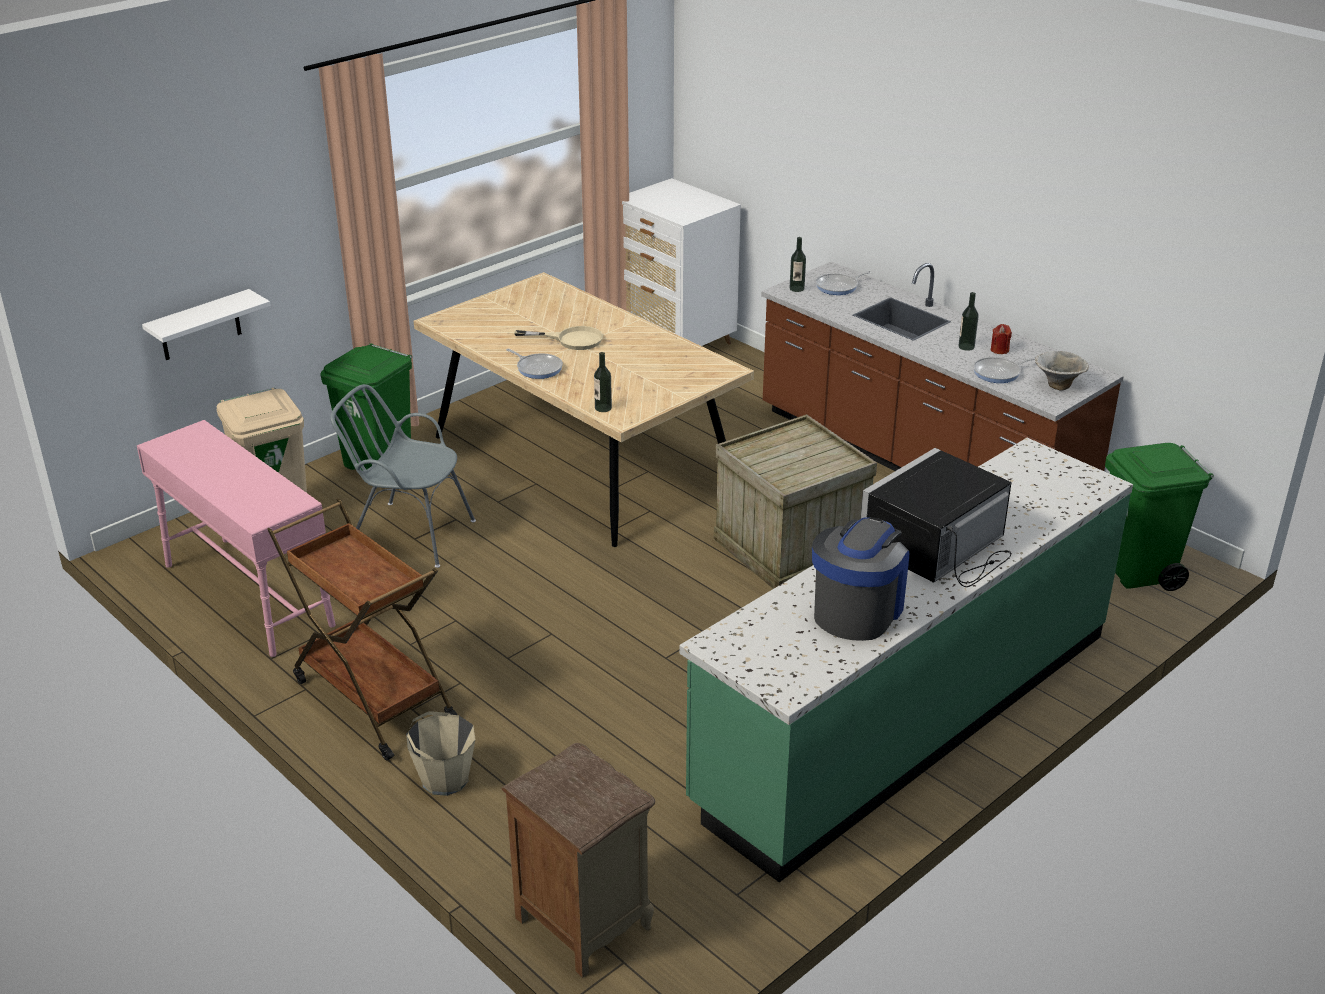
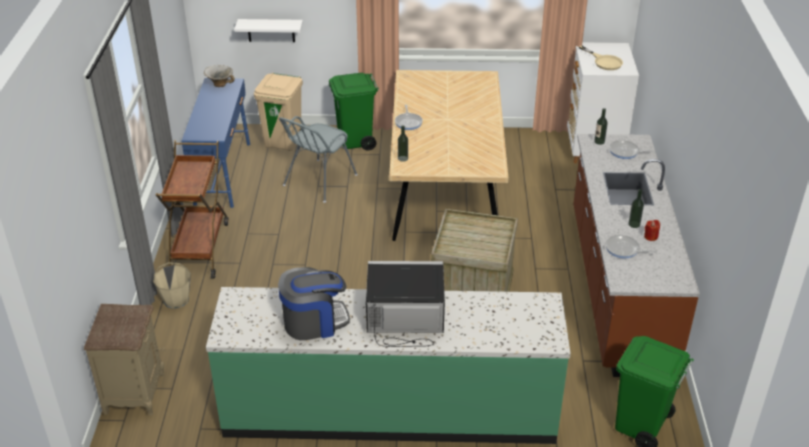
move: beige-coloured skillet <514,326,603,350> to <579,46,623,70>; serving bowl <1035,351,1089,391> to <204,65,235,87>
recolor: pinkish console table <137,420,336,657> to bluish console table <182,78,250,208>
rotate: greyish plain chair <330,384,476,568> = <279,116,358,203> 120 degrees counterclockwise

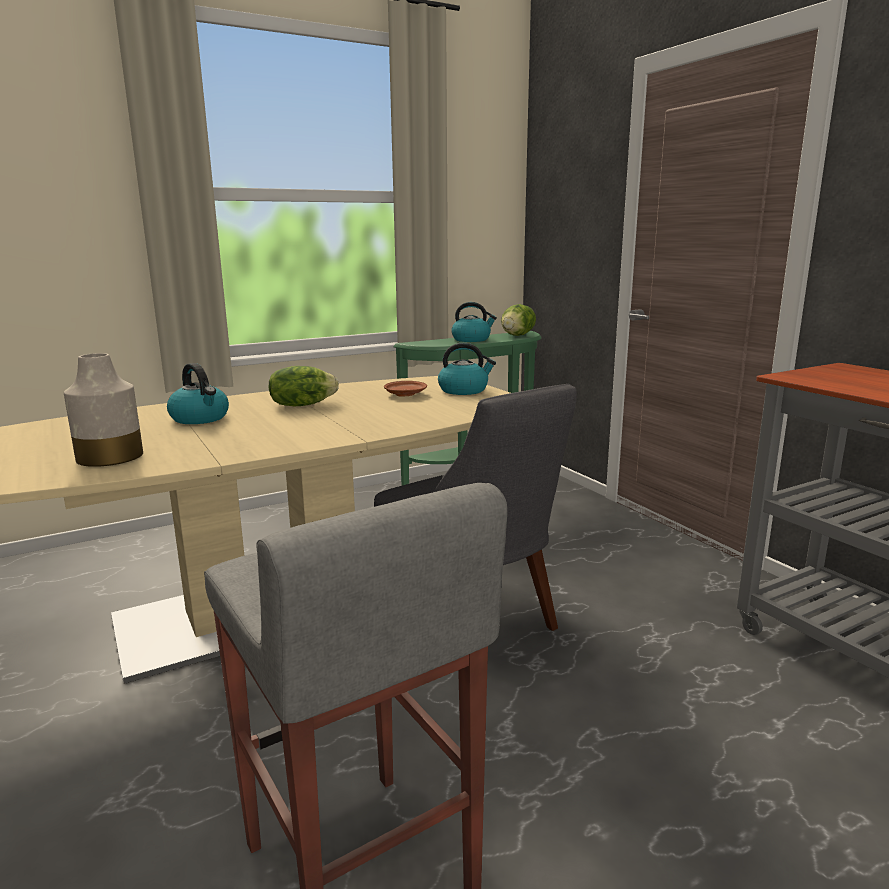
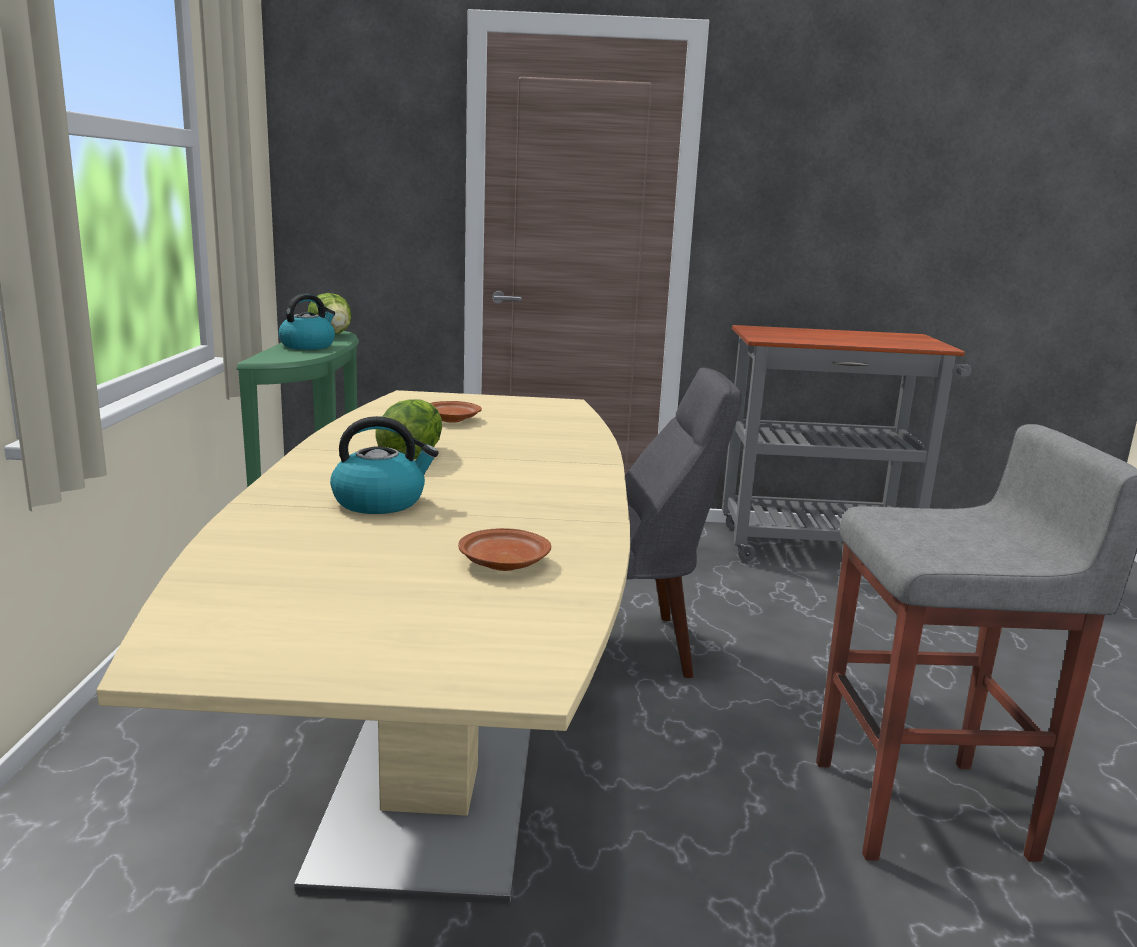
delete: water kettle <438,343,496,395>
replace: beige-coloured flower vase <64,353,143,467> to brown-coloured dinner plate <458,528,551,571>

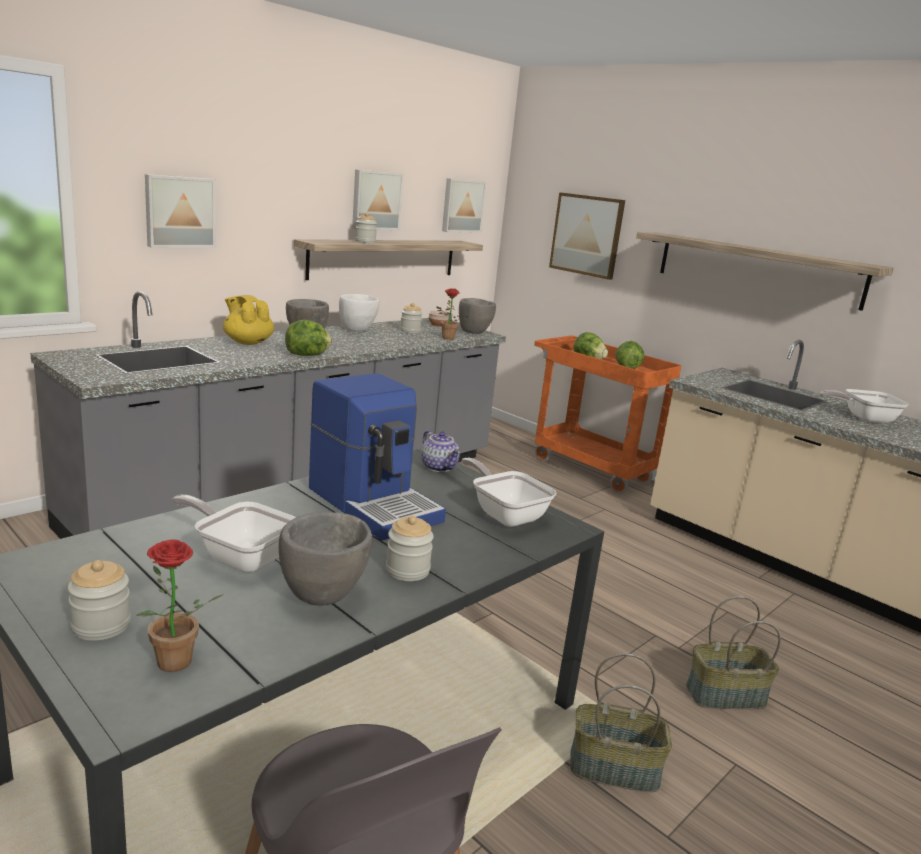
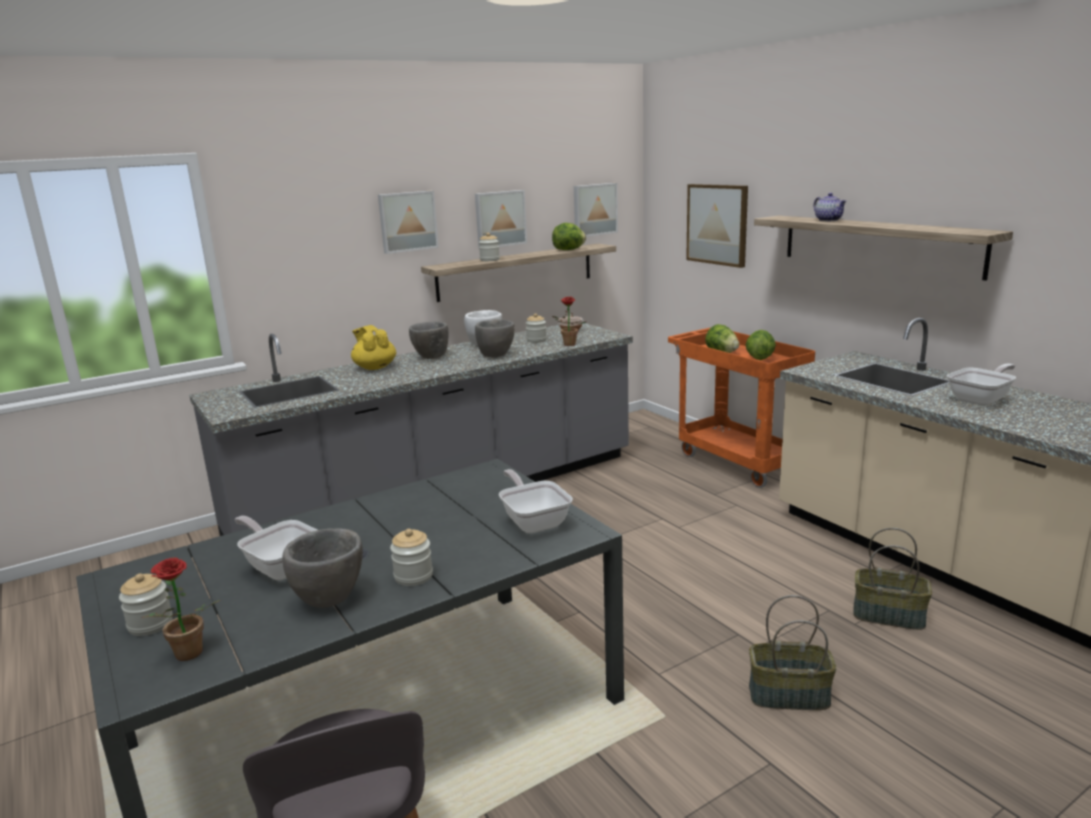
delete: coffee machine <309,373,446,541>
move: wall picture <145,174,216,248> to <378,191,439,254>; lettuce <285,320,332,356> to <552,223,586,250>; pot for tea <421,430,460,472> to <814,193,846,221>; greyish serving bowl <459,298,496,334> to <475,319,515,357>; household basket <570,653,672,792> to <853,528,932,630>
rotate: skillet <820,389,909,423> = <947,363,1016,406> 135 degrees clockwise

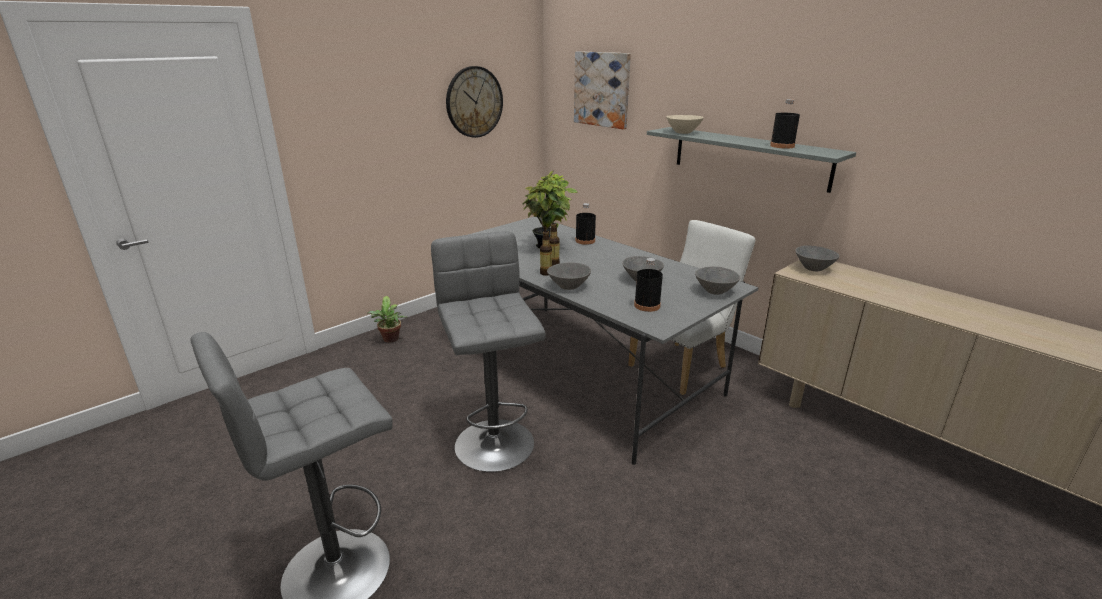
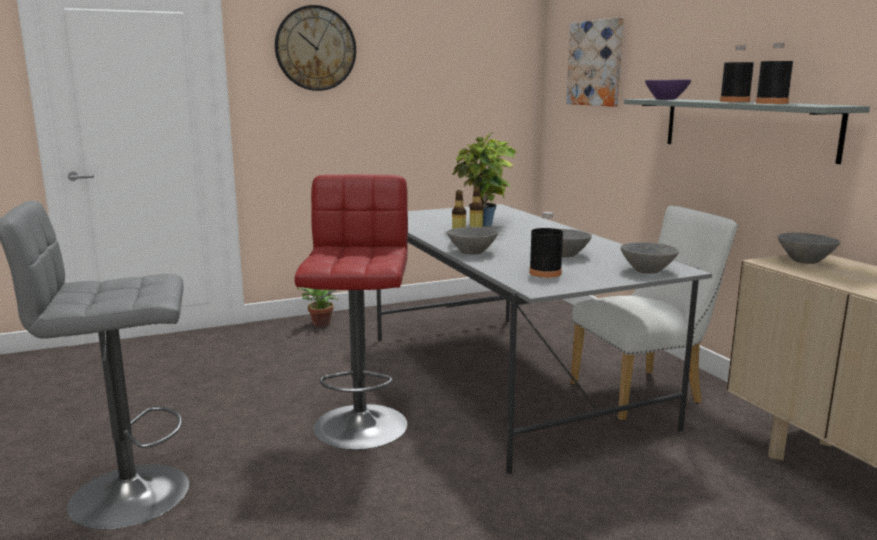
move: hanging clock <446,66,503,138> to <275,5,356,91>; black drink bottle <576,203,596,245> to <720,45,754,102>
recolor: greyish stool <431,231,546,472> to red-coloured stool <294,174,408,450>; beige-coloured serving bowl <666,115,703,134> to purplish serving bowl <645,80,691,100>

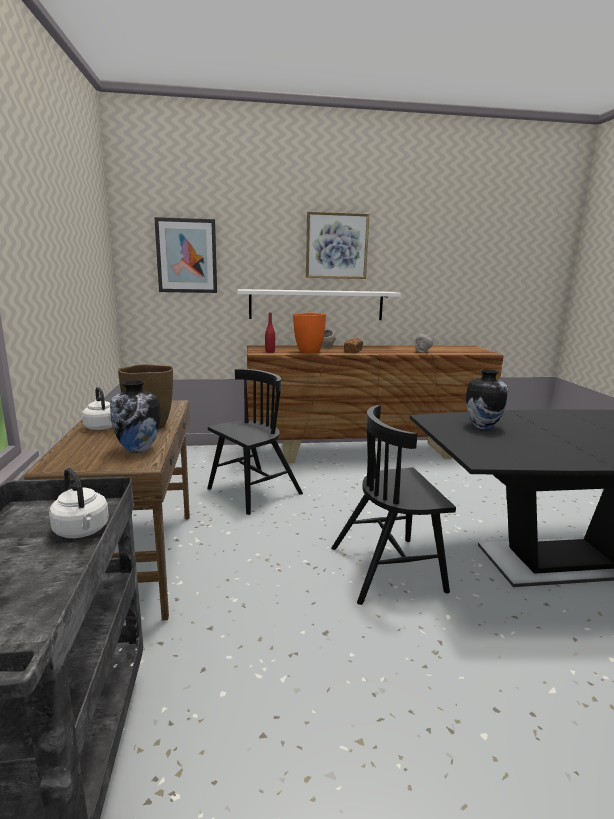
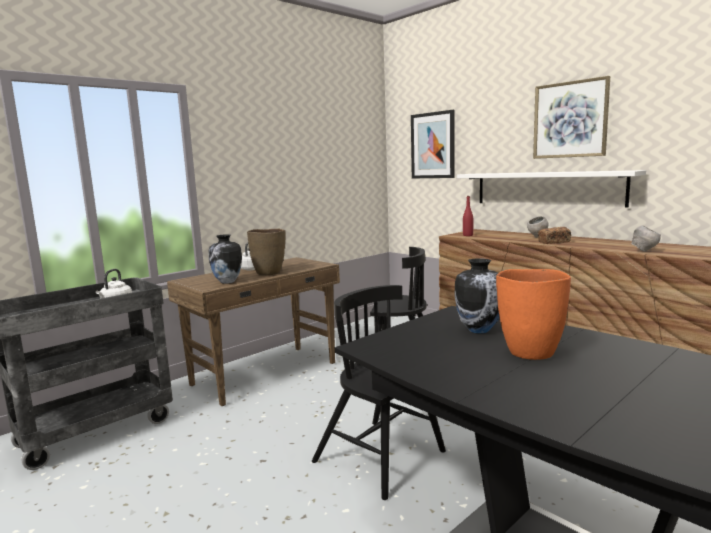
move: orange-coloured flower vase <293,313,326,353> to <496,269,571,360>

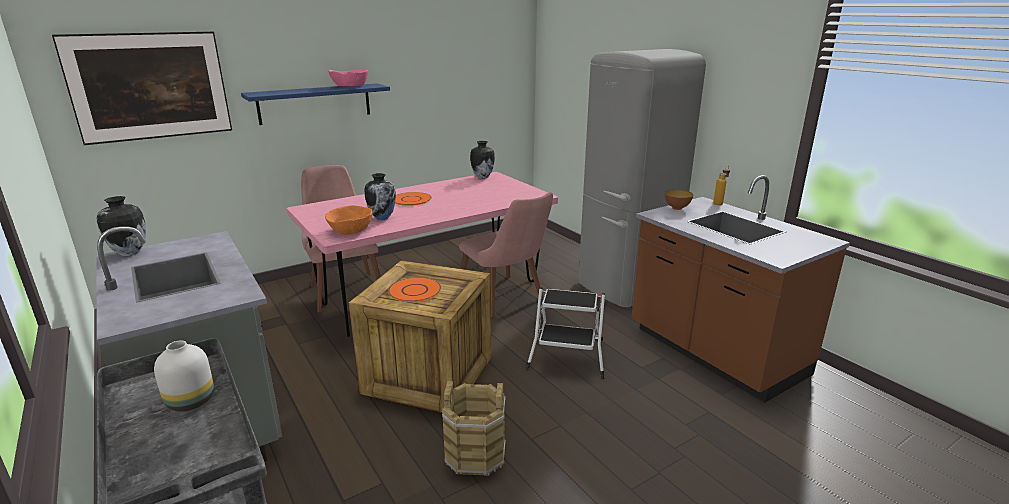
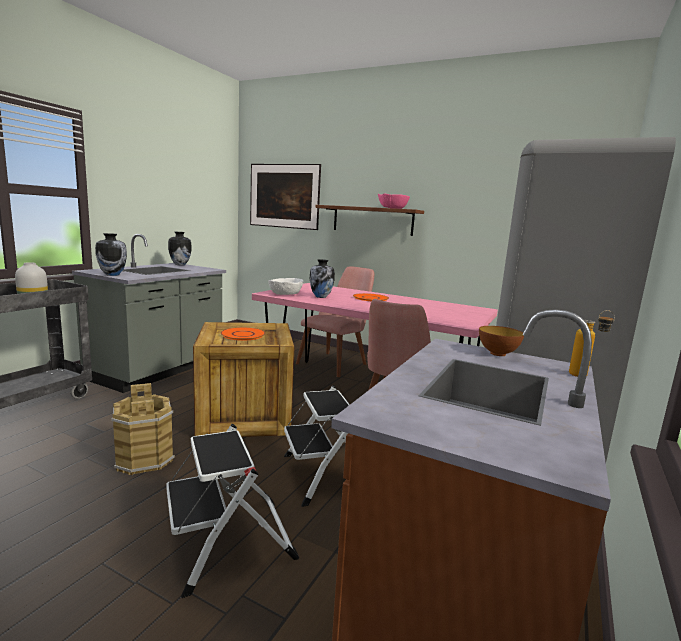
insert: step ladder <166,424,299,598>
move: flower vase <470,141,495,179> to <95,233,127,276>
recolor: bluish shelf <241,83,390,125> to brown-coloured shelf <315,205,424,236>; orange-coloured serving bowl <325,205,373,235> to whitish serving bowl <268,278,304,295>

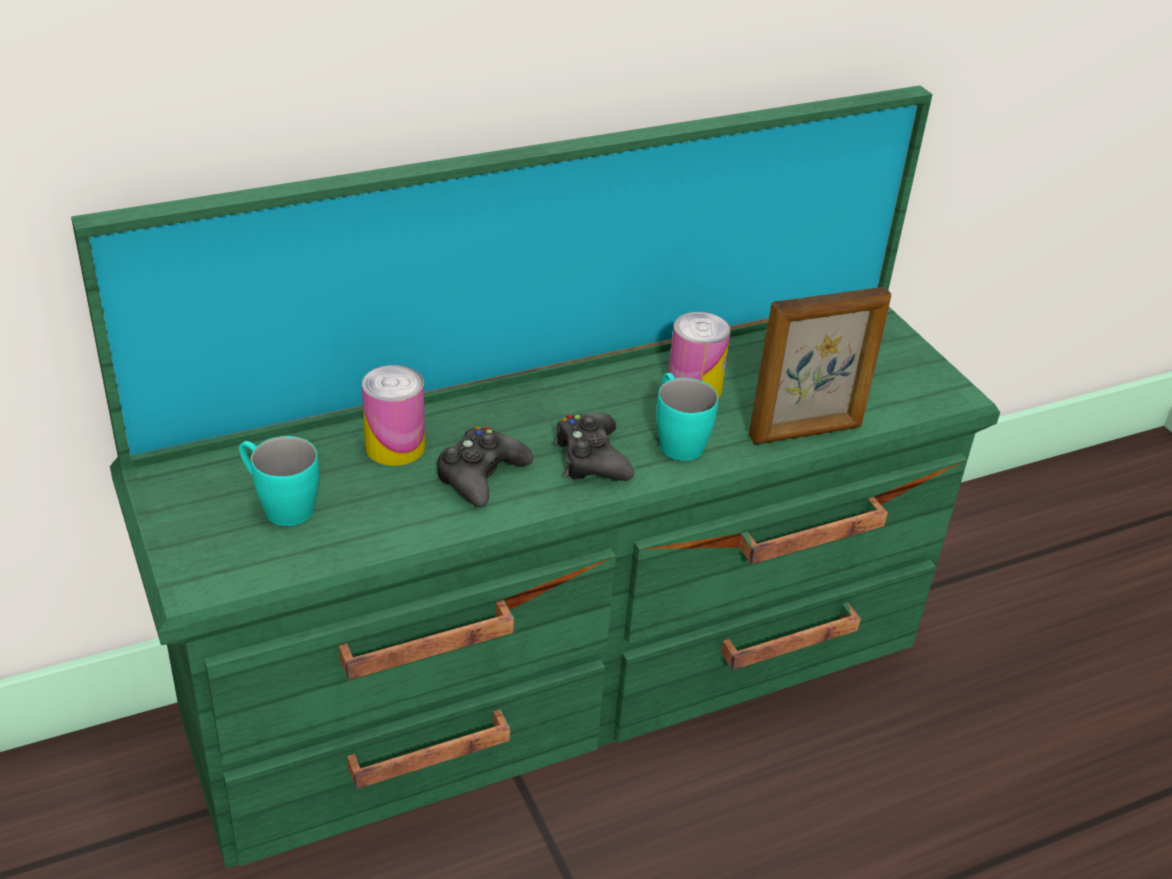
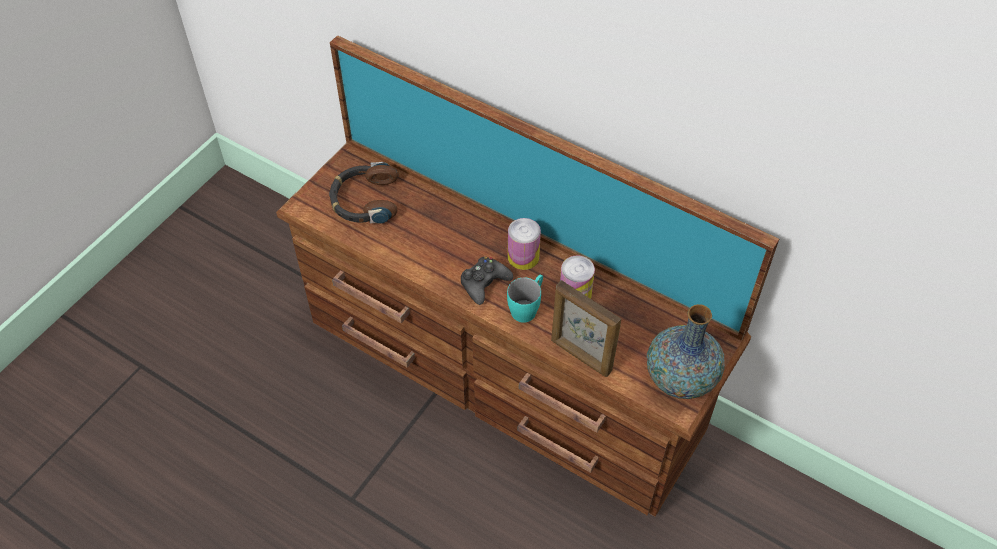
delete: black joypad <437,426,533,507>
insert: flower vase <647,304,725,399>
move: can <362,365,425,466> to <508,218,541,270>
replace: blue-green coffee mug <239,436,319,526> to headphones <329,162,398,223>
recolor: green-coloured chest of drawers <71,85,1000,869> to brown-coloured chest of drawers <276,35,779,517>

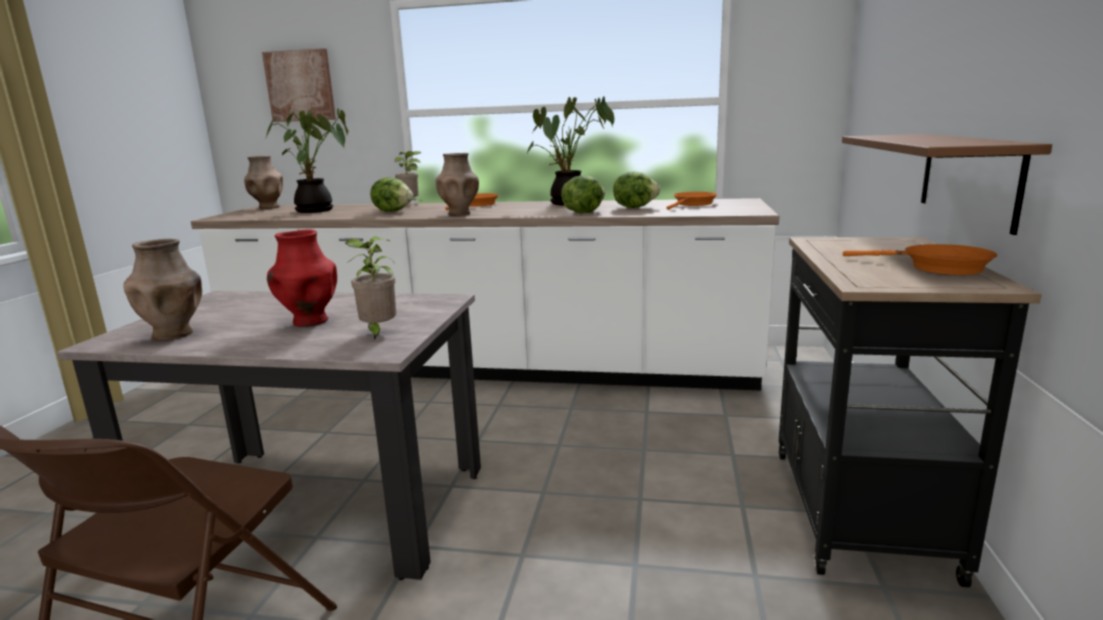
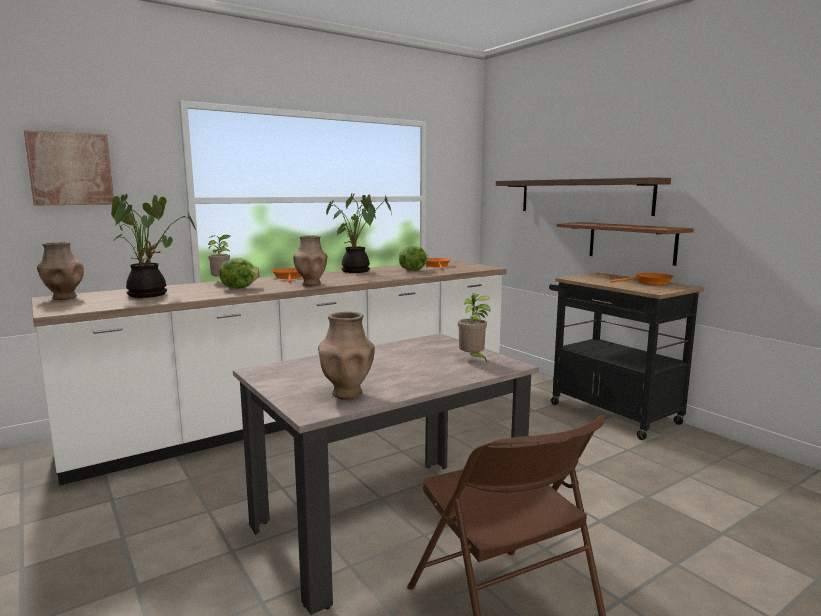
delete: red-coloured flower vase <267,229,337,327>; lettuce <561,175,605,213>
insert: shelf <496,177,671,216>

